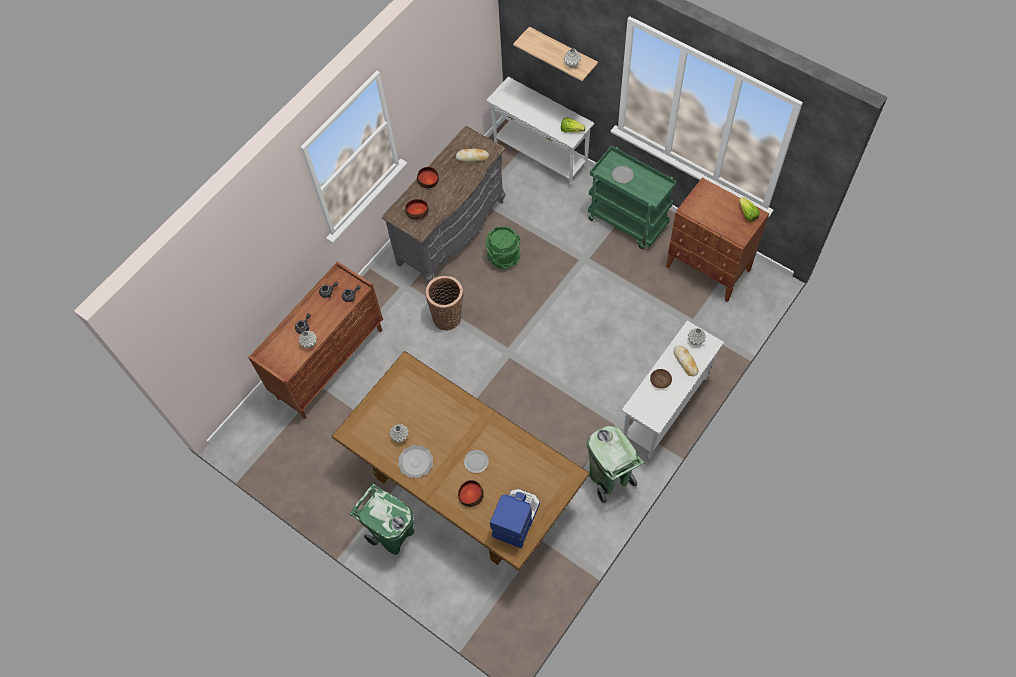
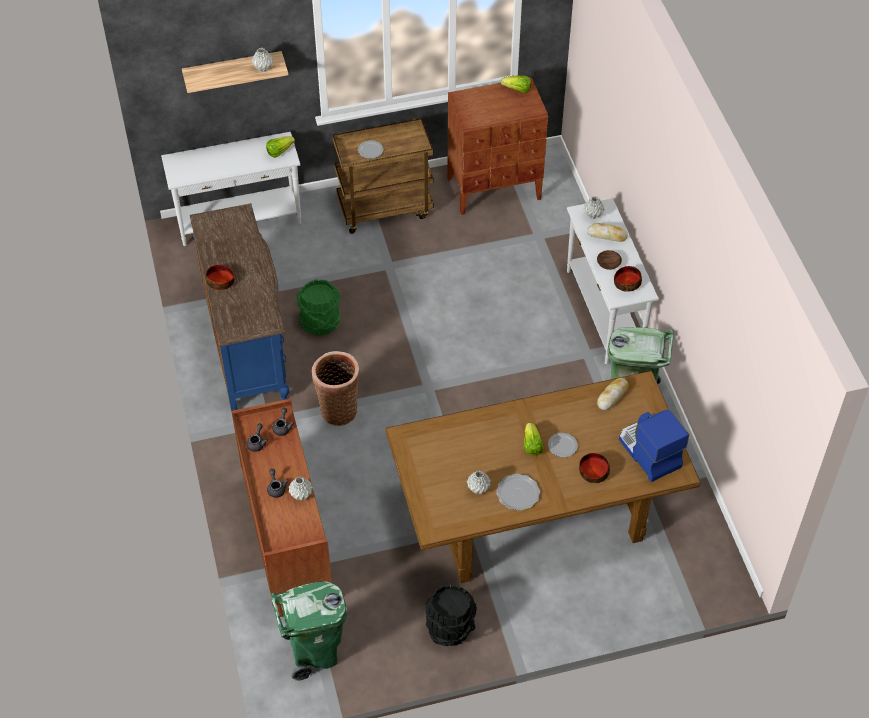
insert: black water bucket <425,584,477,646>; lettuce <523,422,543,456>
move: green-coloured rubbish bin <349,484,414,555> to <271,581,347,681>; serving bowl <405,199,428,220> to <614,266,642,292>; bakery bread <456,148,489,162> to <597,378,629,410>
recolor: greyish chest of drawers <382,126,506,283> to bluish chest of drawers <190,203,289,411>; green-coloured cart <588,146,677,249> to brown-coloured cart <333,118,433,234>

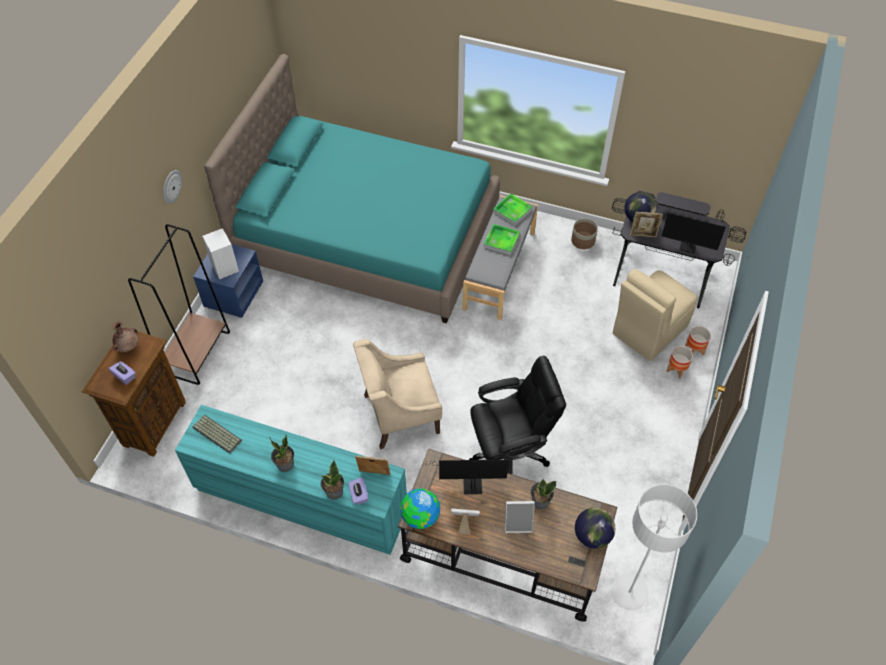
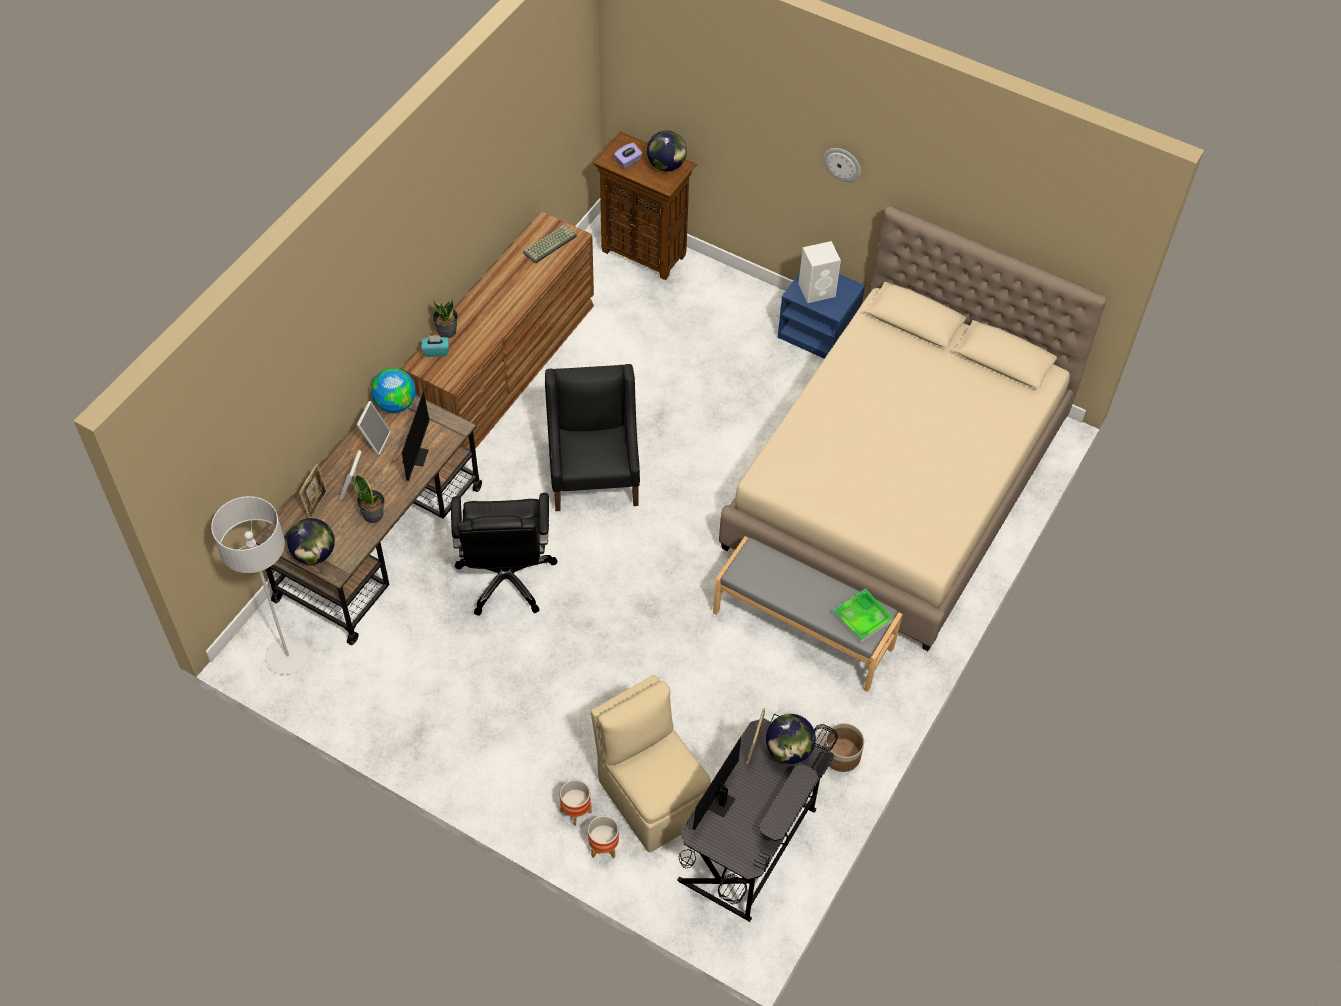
delete: garment rack <128,224,230,385>; houseplant <269,434,294,472>; serving tray <483,224,520,255>
move: picture frame <355,456,390,475> to <299,463,327,518>
replace: brown-coloured flower vase <112,321,139,352> to desk globe <647,130,687,171>
recolor: blue-green chest of drawers <175,405,407,555> to brown-coloured chest of drawers <402,212,594,449>; blue-green bed <204,54,500,324> to beige-coloured bed <719,206,1107,651>; purplish tissue holder <349,477,368,505> to blue-green tissue holder <421,335,449,357>; beige-coloured armchair <353,339,442,449> to black armchair <545,364,640,511>

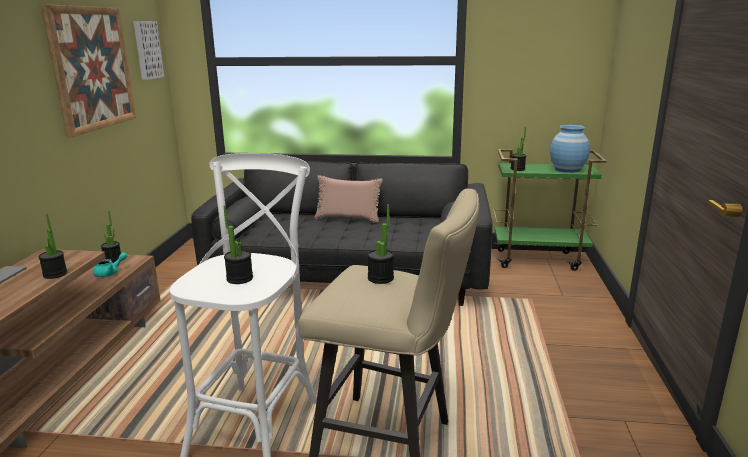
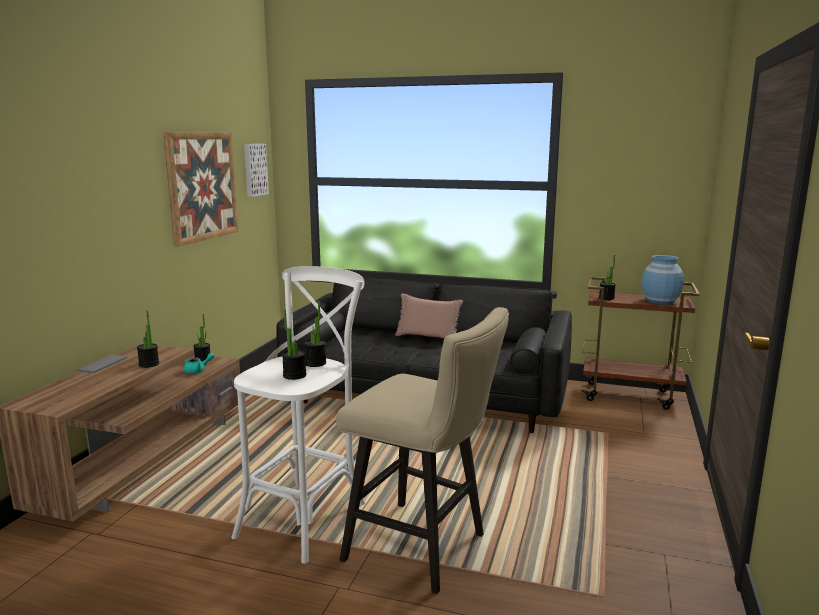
move: houseplant <367,204,394,284> to <303,301,326,367>
recolor: green-coloured cart <493,149,606,271> to brown-coloured cart <582,277,699,410>

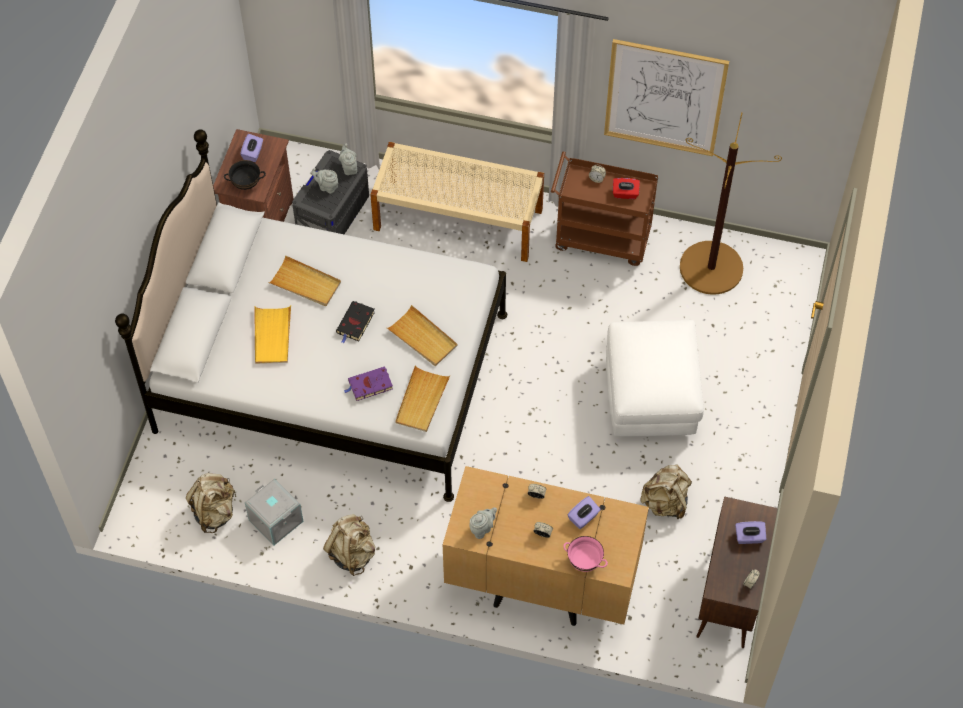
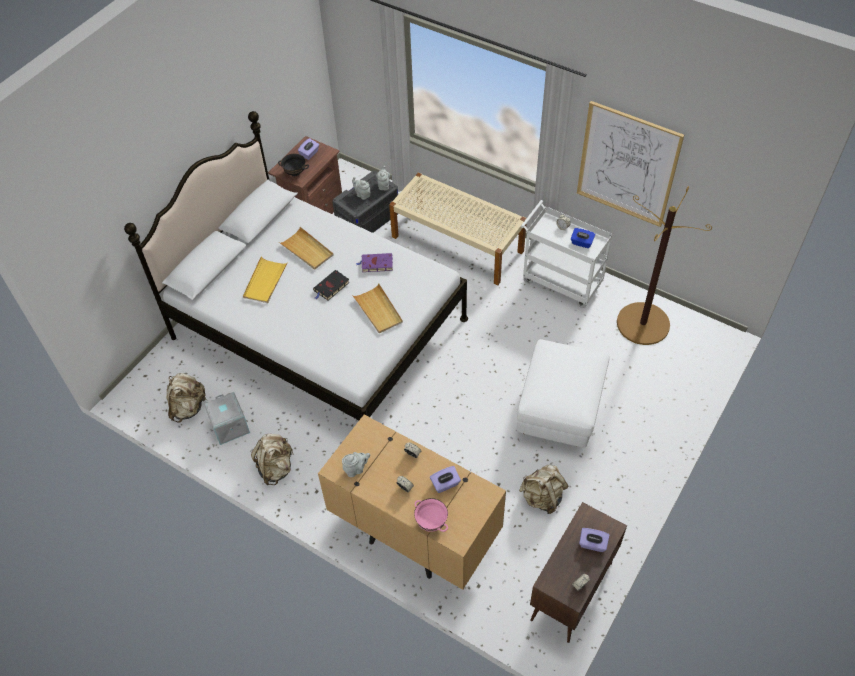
delete: beige-coloured serving tray <395,365,451,432>
move: purplish book <344,366,393,401> to <356,253,393,272>
recolor: brown-coloured cart <551,151,658,266> to whitish cart <521,200,612,308>; red-coloured tissue holder <613,178,640,199> to bluish tissue holder <571,228,595,248>

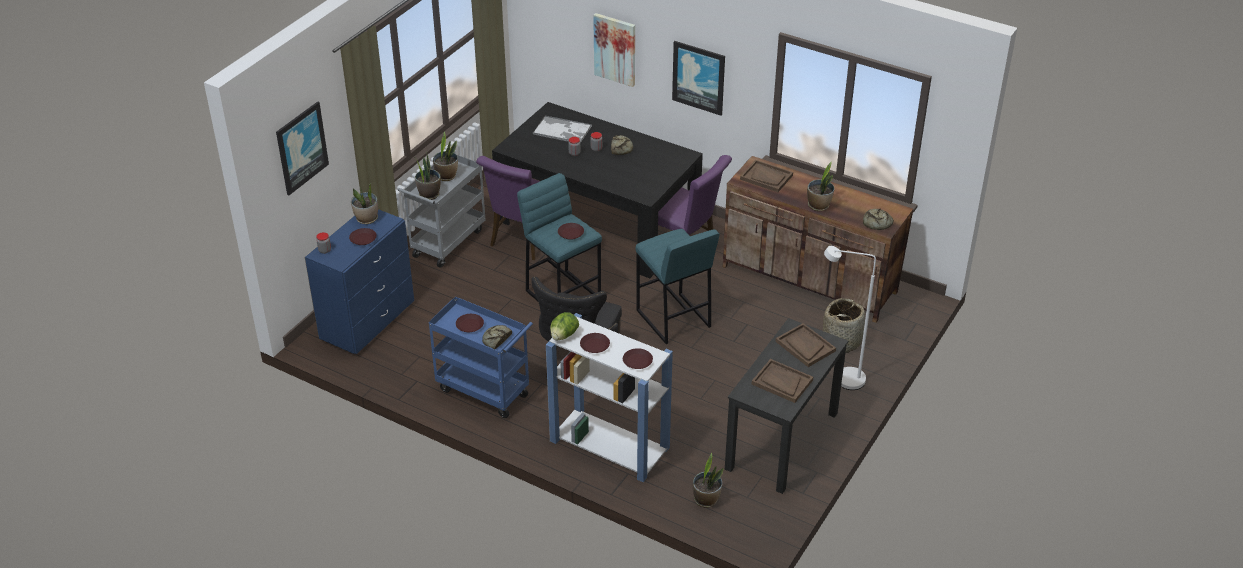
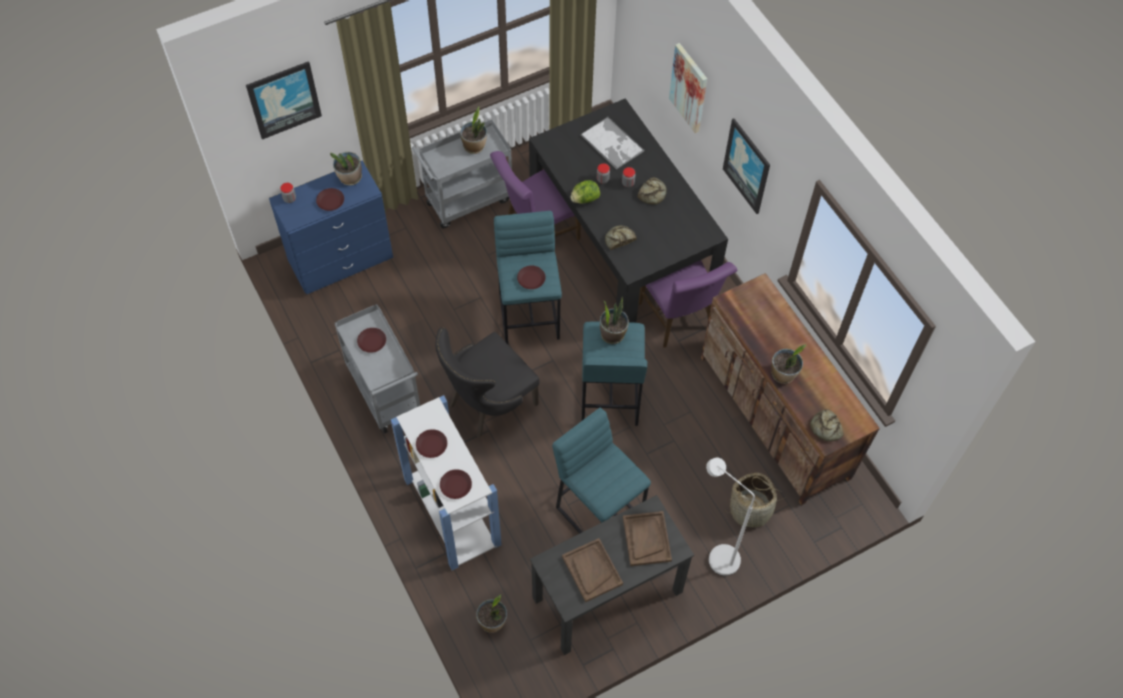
delete: brown-coloured serving tray <740,160,793,192>
insert: blue-green stool <552,408,651,533>
move: houseplant <415,151,441,200> to <600,299,629,344>; bakery bread <482,325,512,349> to <605,225,637,250>; lettuce <550,312,579,341> to <571,180,600,203>
recolor: bluish cart <429,297,533,418> to greyish cart <335,304,420,434>

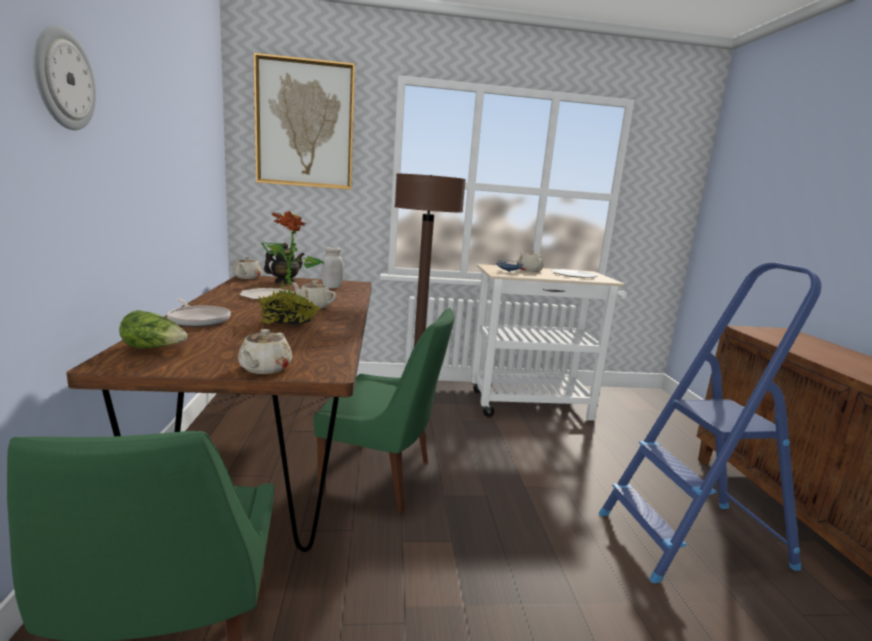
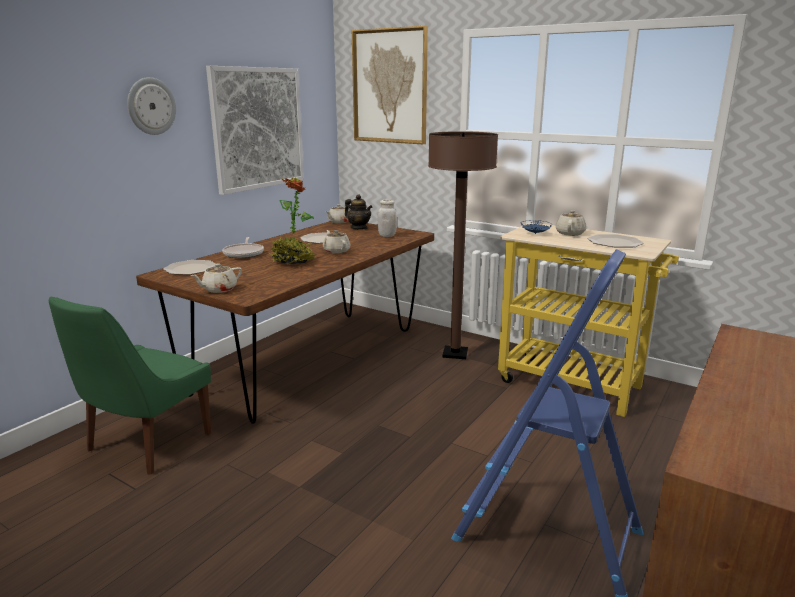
delete: green-coloured plain chair <314,308,455,513>
insert: wall picture <206,66,304,195>
replace: lettuce <119,310,187,349> to dinner plate <163,260,216,275>
recolor: whitish cart <471,264,627,421> to yellow cart <498,222,679,417>
rotate: pot for tea <264,243,305,283> = <345,194,373,229> 45 degrees clockwise

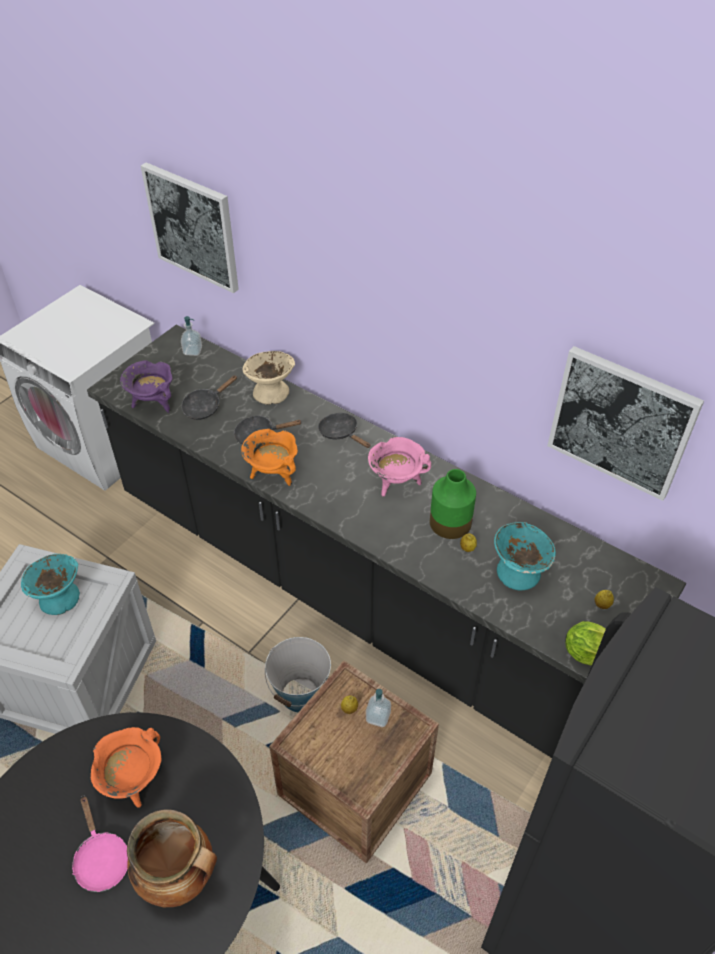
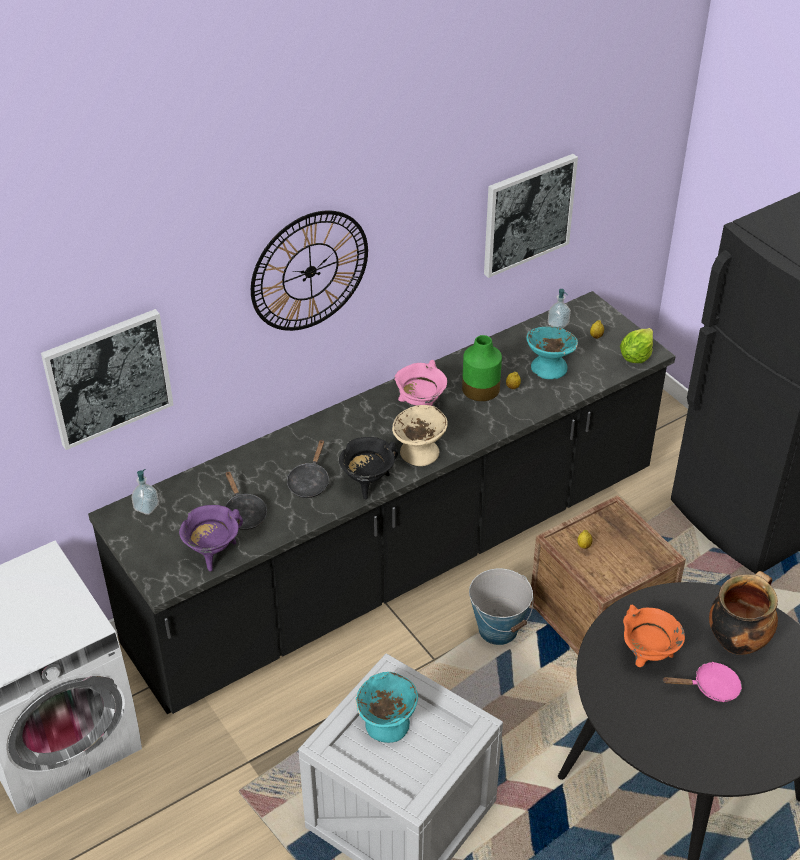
delete: black skillet <318,413,371,448>
insert: hanging clock <251,210,368,331>
move: beige-coloured serving bowl <242,351,295,405> to <392,405,448,466>; soap dispenser <366,689,391,727> to <548,289,571,328>
recolor: orange-coloured saucepot <241,429,298,486> to black saucepot <339,437,398,499>

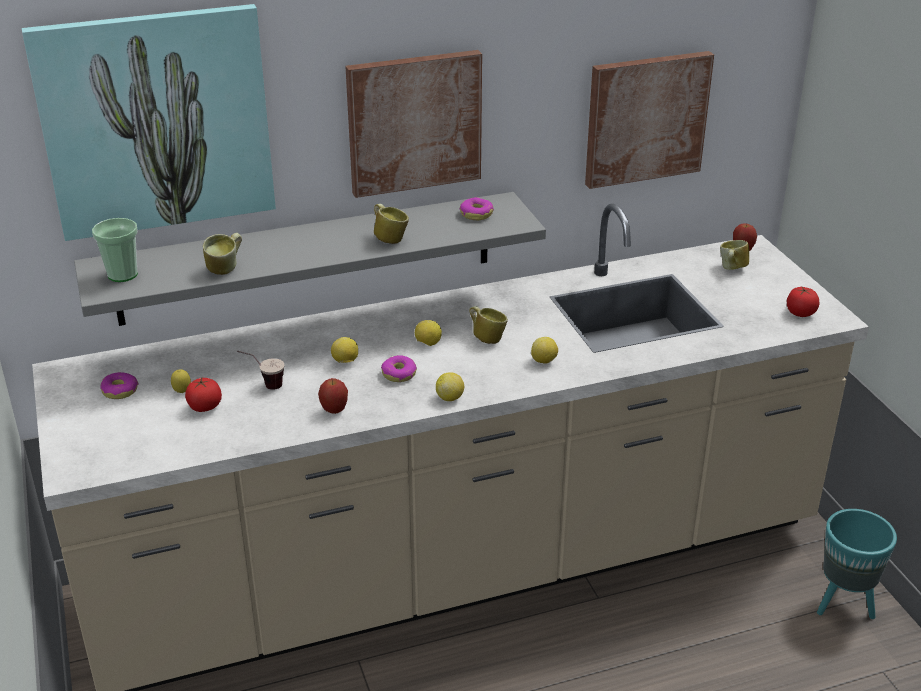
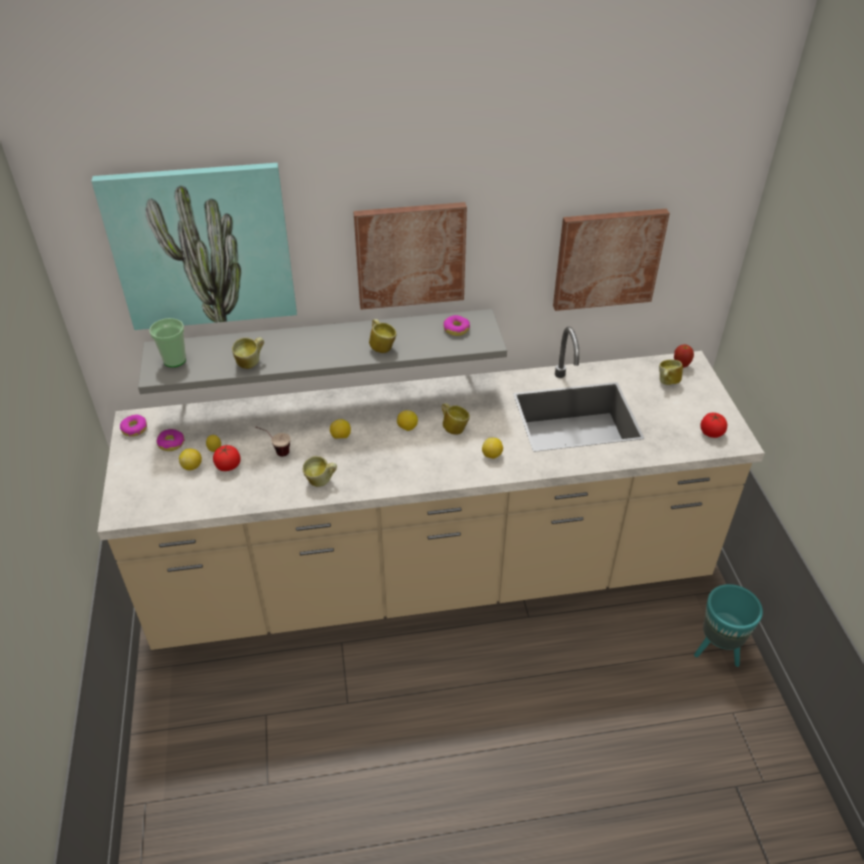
move: ring doughnut <381,355,417,382> to <120,415,147,437>; lemon <436,372,464,401> to <179,449,202,470>
replace: apple <318,378,348,414> to coffee mug <303,456,337,487>

